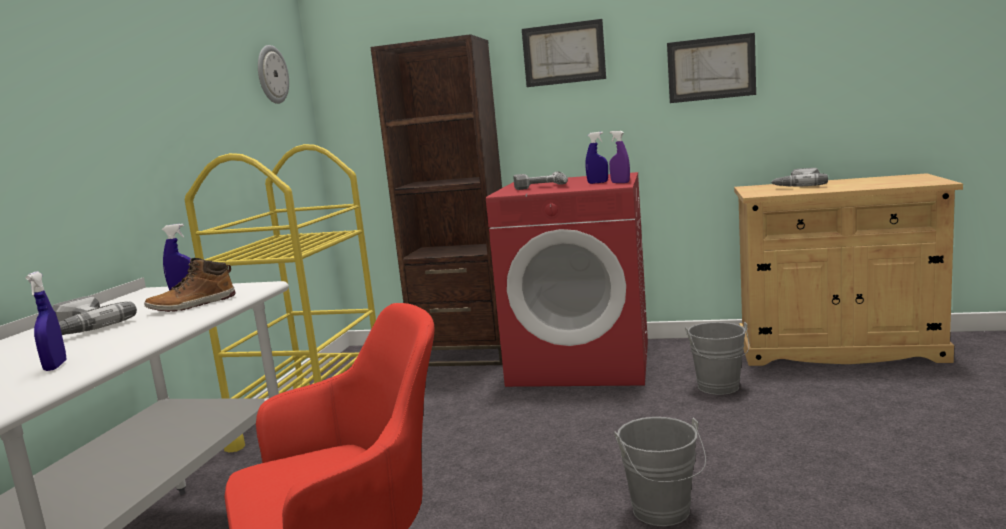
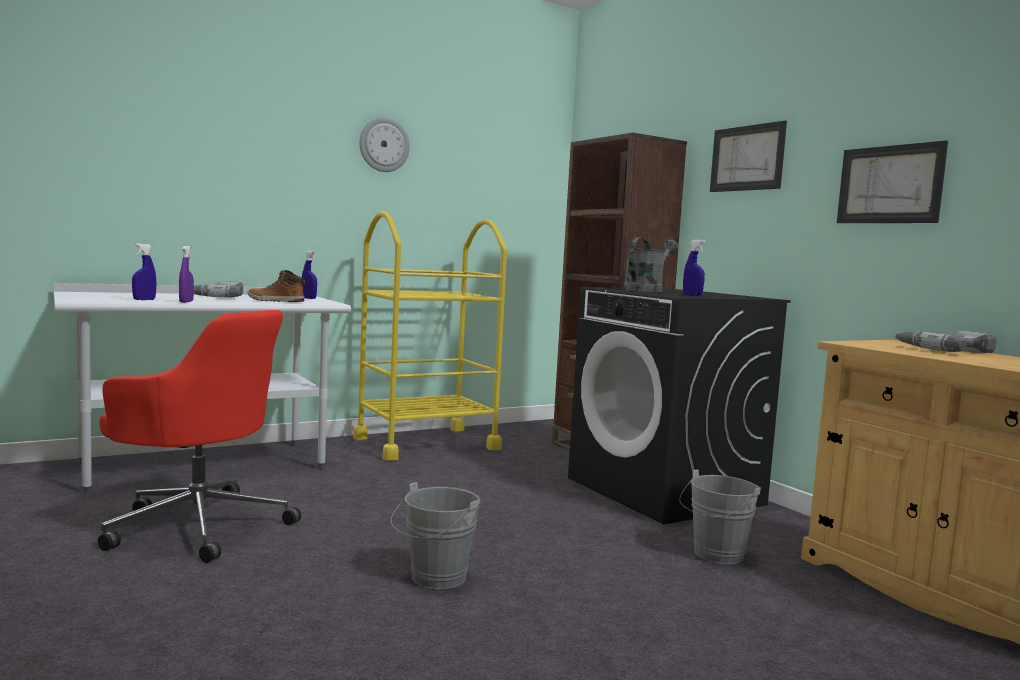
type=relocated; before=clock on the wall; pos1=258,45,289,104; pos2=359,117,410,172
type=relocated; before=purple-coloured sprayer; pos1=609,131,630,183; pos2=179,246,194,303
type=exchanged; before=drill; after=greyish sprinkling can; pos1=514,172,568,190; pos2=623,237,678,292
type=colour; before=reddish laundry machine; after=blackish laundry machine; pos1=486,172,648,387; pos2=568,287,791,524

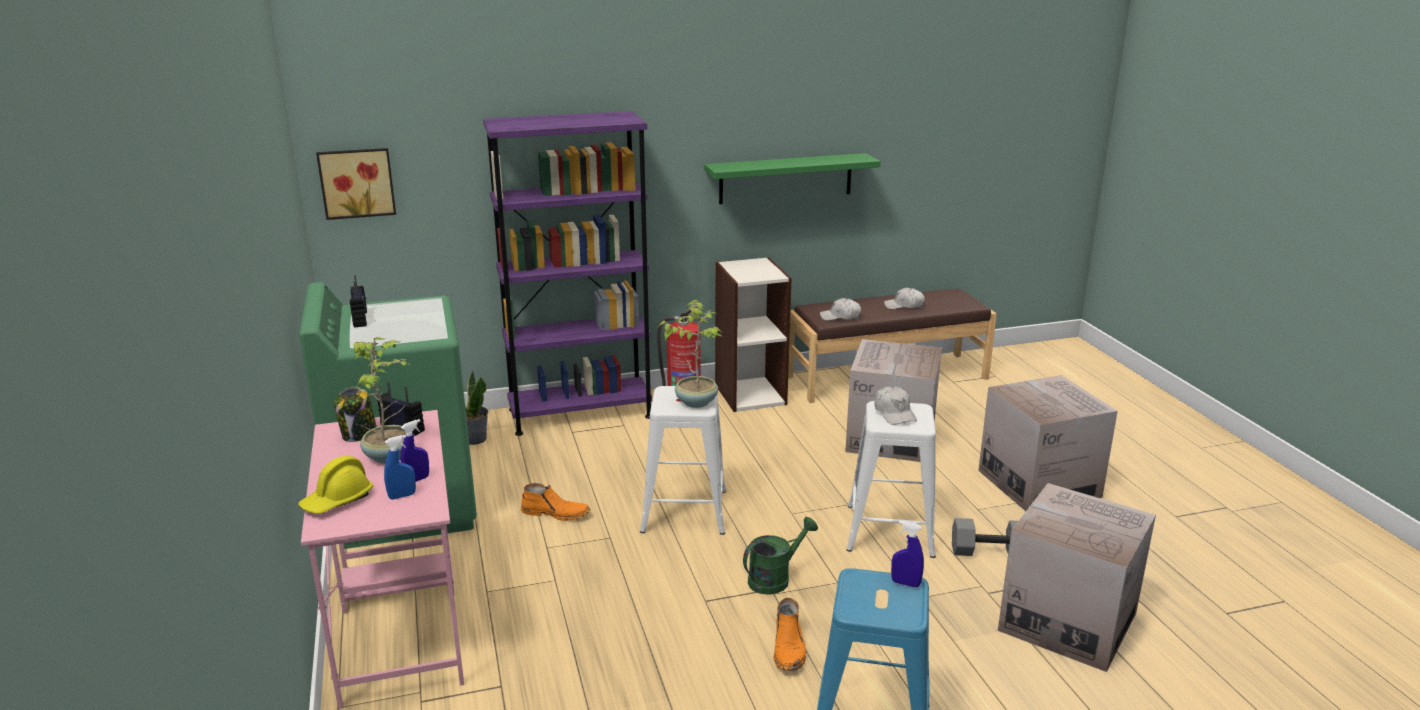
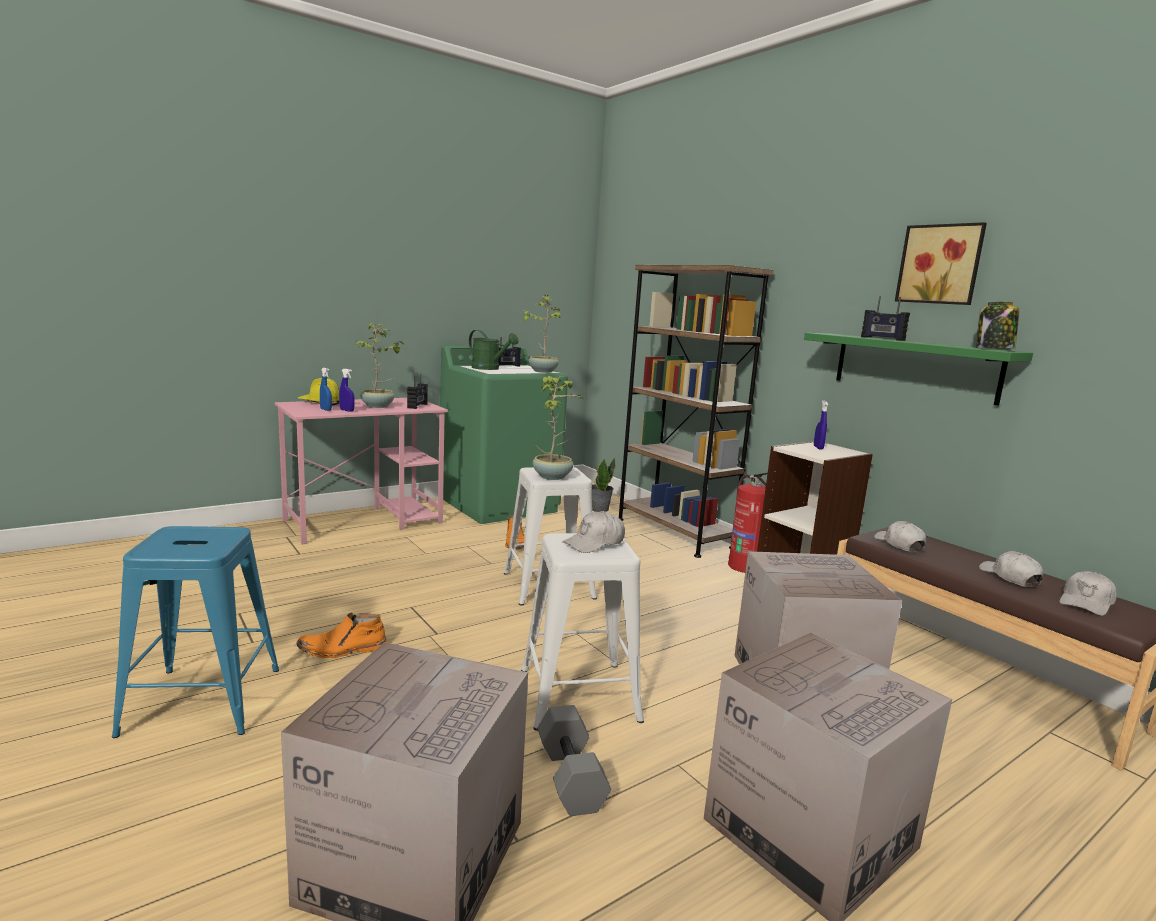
type=appeared; after=plant in a pot; pos2=524,295,561,373
type=appeared; after=radio receiver; pos2=861,296,910,341
type=appeared; after=white baseball cap; pos2=1059,571,1117,616
type=relocated; before=wall picture; pos1=316,148,396,220; pos2=895,222,987,305
type=relocated; before=storage jar; pos1=334,386,377,442; pos2=976,302,1019,349
type=relocated; before=green-coloured sprinkling can; pos1=743,517,818,595; pos2=469,330,518,370
type=relocated; before=blue sprayer; pos1=891,521,924,587; pos2=814,400,828,450
type=colour; before=purple-coloured bookshelf; after=brown bookshelf; pos1=483,111,652,436; pos2=618,265,773,558

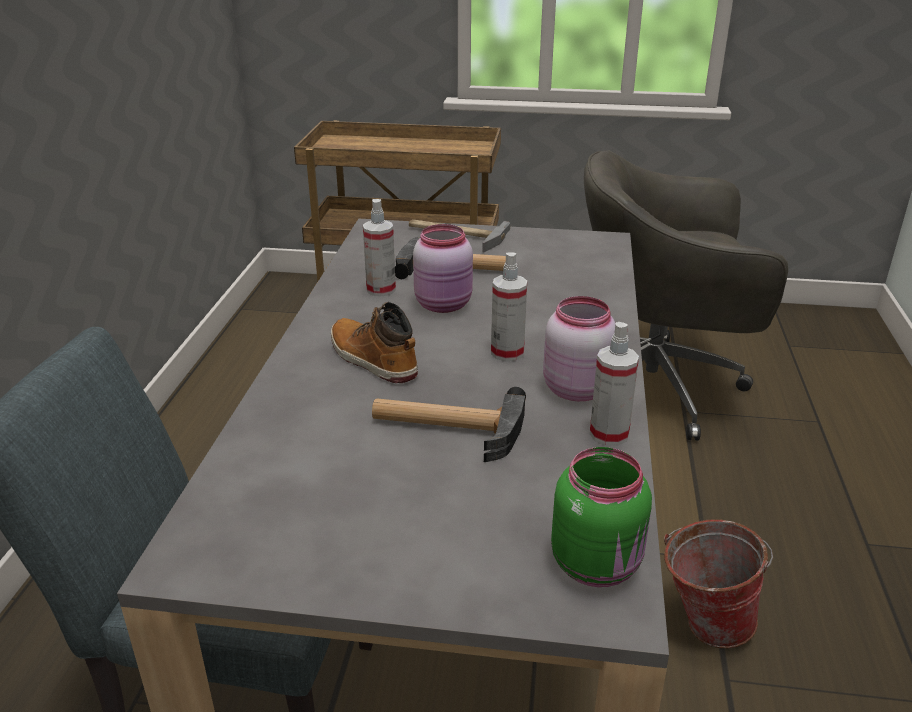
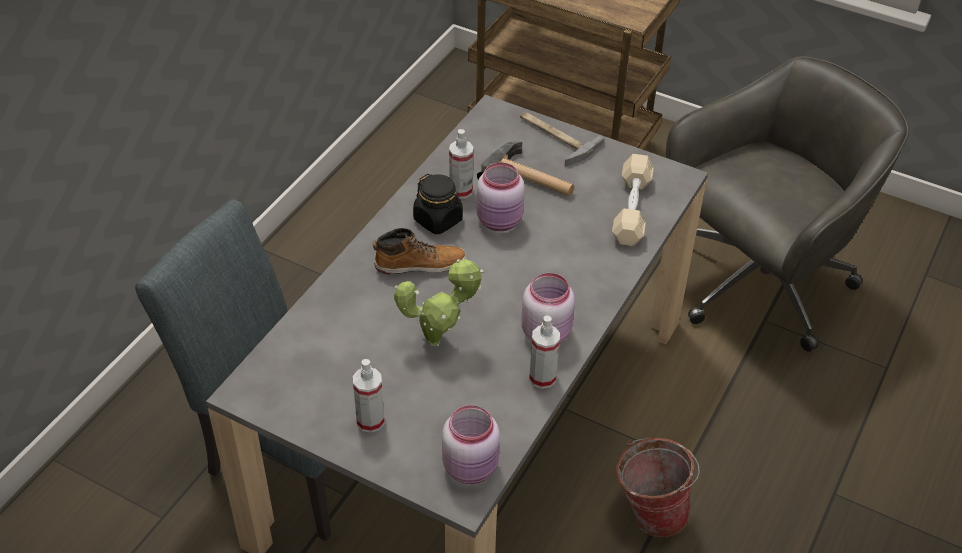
type=appeared; after=blackish storage jar; pos2=413,174,463,234
type=appeared; after=beige-coloured free weight; pos2=612,154,654,246
type=relocated; before=sprayer; pos1=491,252,527,361; pos2=353,359,385,433
type=exchanged; before=hammer; after=plant in a pot; pos1=372,387,526,462; pos2=394,259,484,346
type=colour; before=green-coloured storage jar; after=pink storage jar; pos1=551,447,652,587; pos2=442,405,500,484
type=spun; before=tall boot; pos1=331,302,418,383; pos2=373,228,466,275; turn=105
type=spun; before=greyish desk chair; pos1=584,150,789,441; pos2=666,56,909,352; turn=120

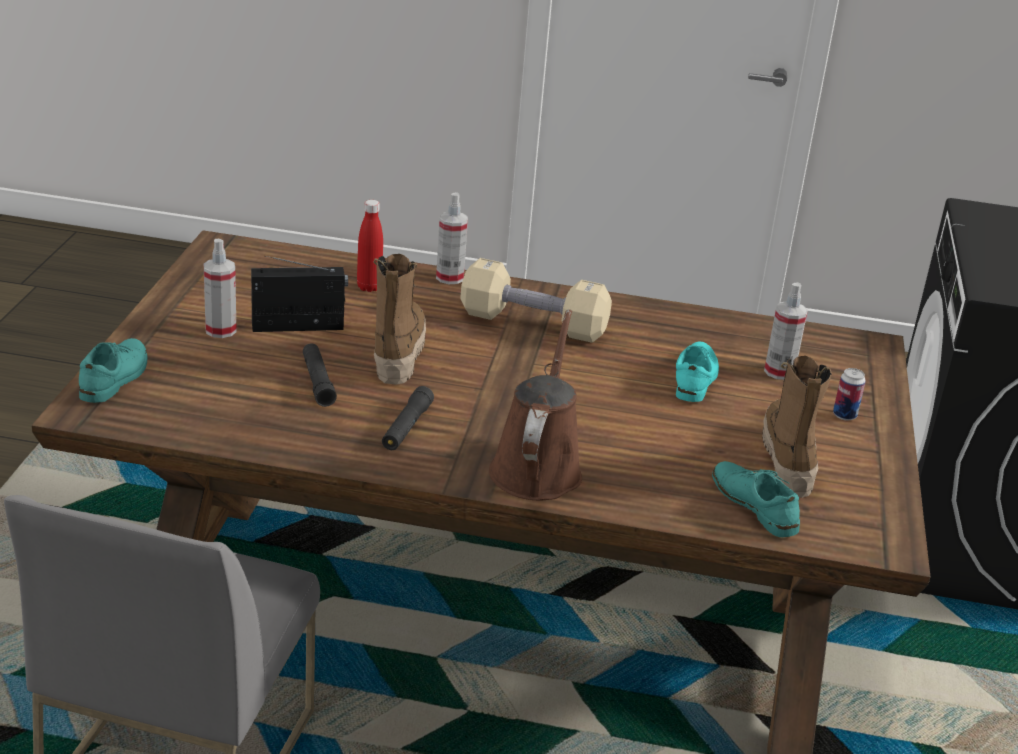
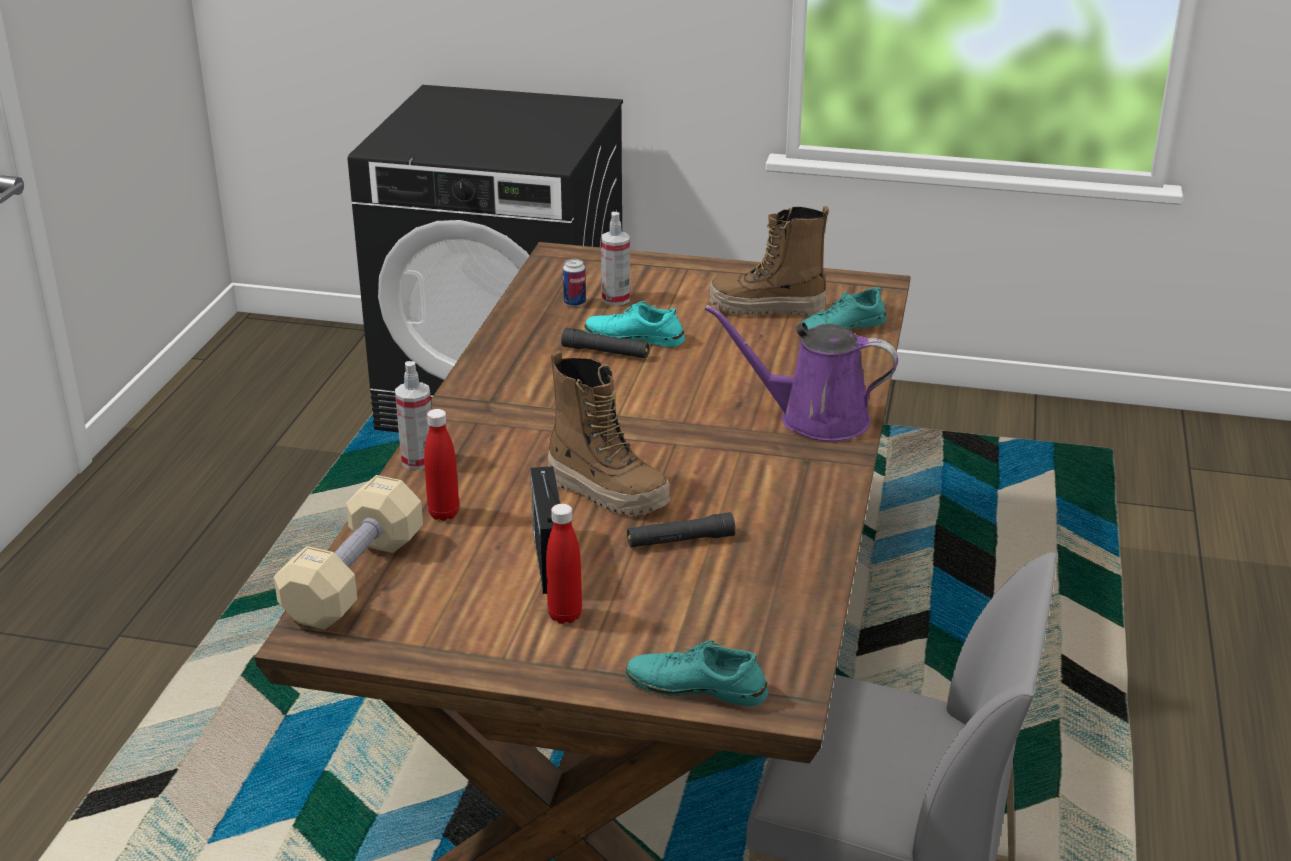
type=relocated; before=blackish hand torch; pos1=382,386,434,450; pos2=561,327,649,358
type=relocated; before=beige-coloured free weight; pos1=460,258,612,343; pos2=274,475,423,630
type=relocated; before=sealed can; pos1=833,368,866,421; pos2=563,259,586,307
type=exchanged; before=sprayer; after=reddish beverage bottle; pos1=204,239,237,338; pos2=546,504,582,624
type=colour; before=brown sprinkling can; after=purple-coloured sprinkling can; pos1=489,309,582,500; pos2=705,305,898,441
type=spun; before=tall boot; pos1=373,254,426,385; pos2=548,350,670,516; turn=-150

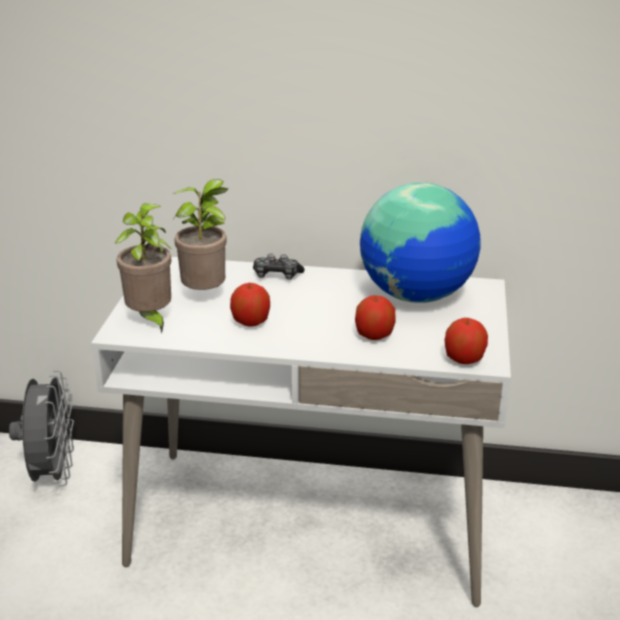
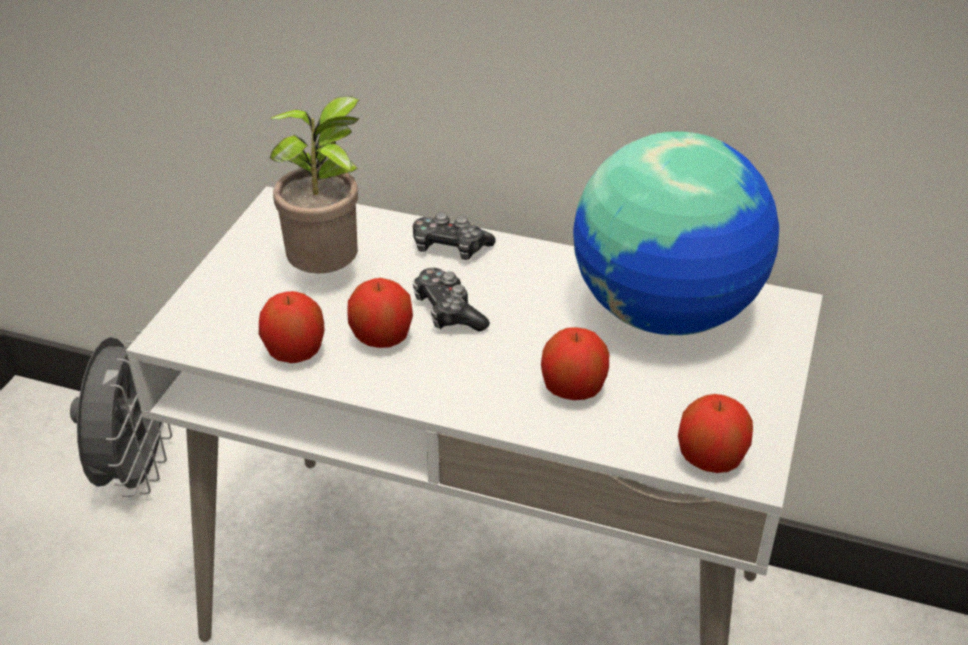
type=missing; before=plant in a pot; pos1=114,203,173,334
type=appeared; after=apple fruit; pos2=259,291,324,363
type=appeared; after=joypad; pos2=412,268,490,332

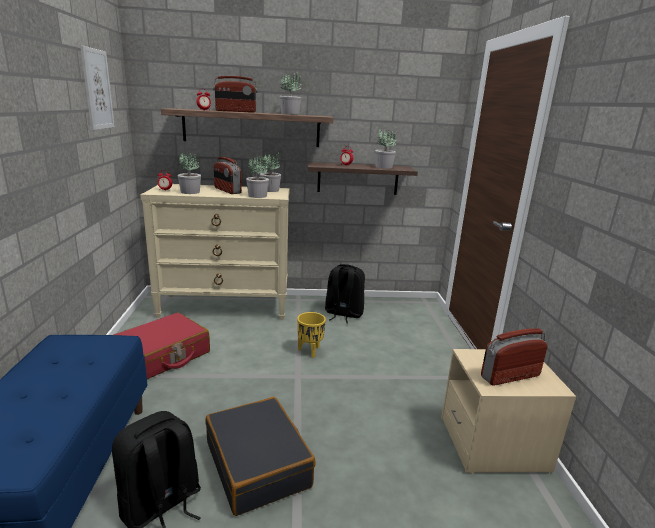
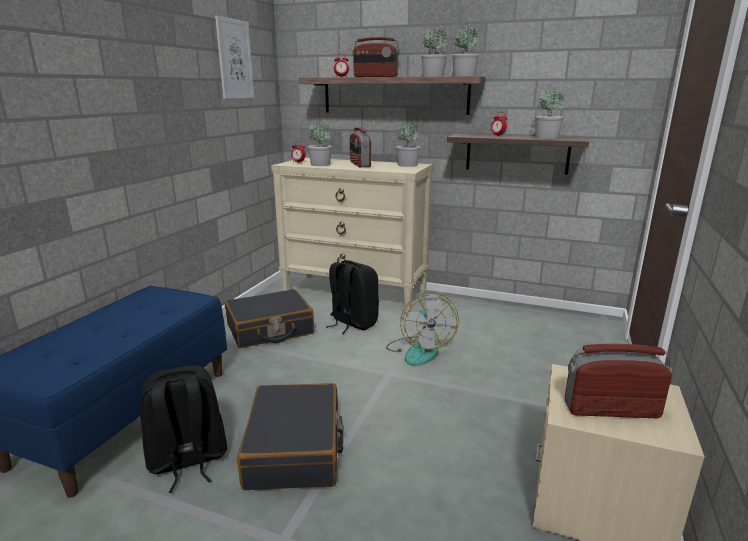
type=relocated; before=plant in a pot; pos1=246,156,269,198; pos2=452,23,479,76
type=relocated; before=blackish backpack; pos1=325,264,365,324; pos2=326,260,379,334
type=exchanged; before=yellow plant pot; after=cooling fan; pos1=297,312,326,358; pos2=386,293,459,366
type=colour; before=reddish piece of luggage; after=blackish piece of luggage; pos1=114,313,210,379; pos2=225,289,314,348

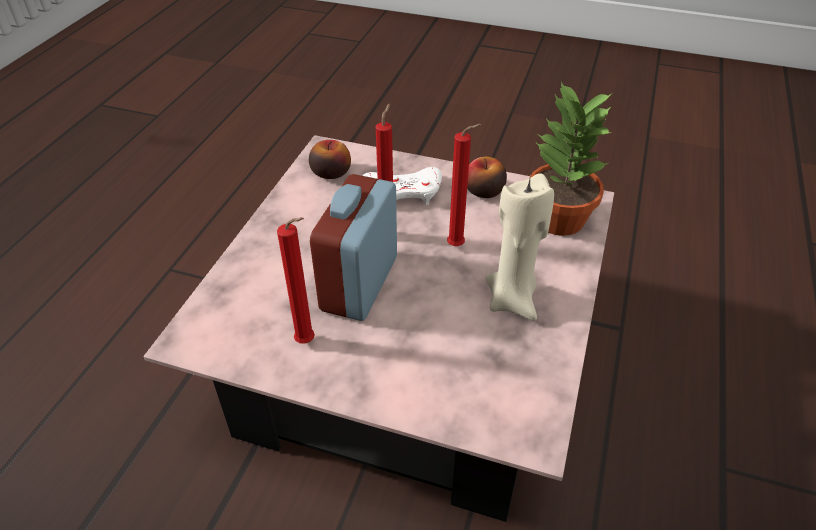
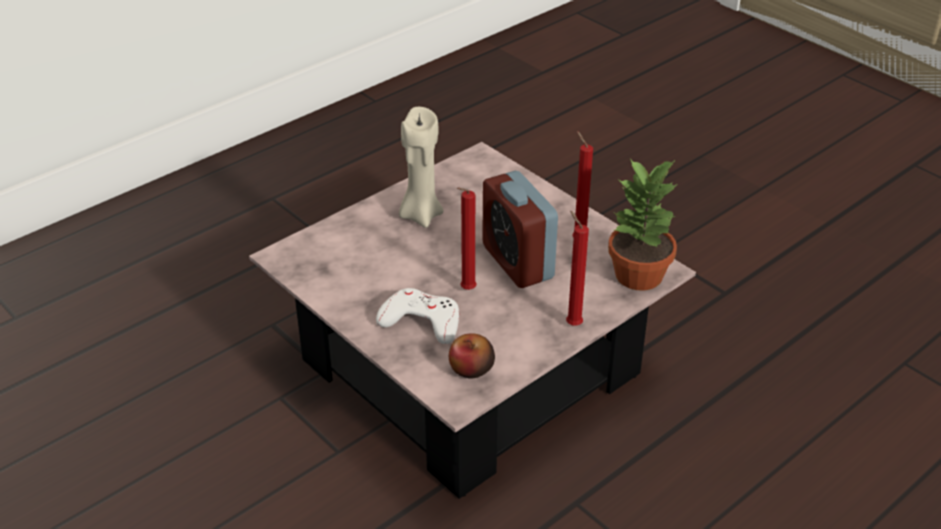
type=missing; before=apple fruit; pos1=467,156,507,198
type=relocated; before=reddish wax candle; pos1=447,124,481,246; pos2=566,211,589,326
type=relocated; before=plant in a pot; pos1=529,82,612,236; pos2=608,159,678,291
type=spun; before=alarm clock; pos1=310,174,397,321; pos2=482,171,558,288; turn=105

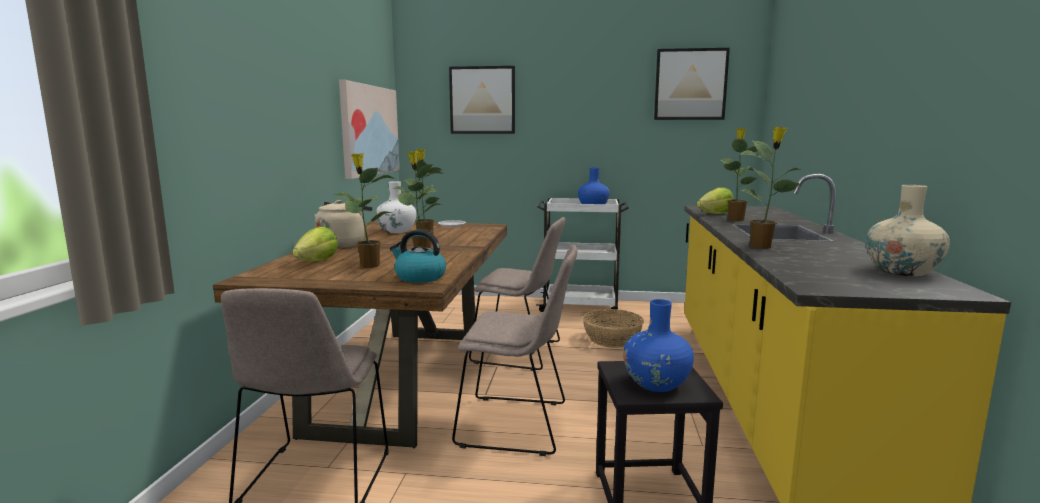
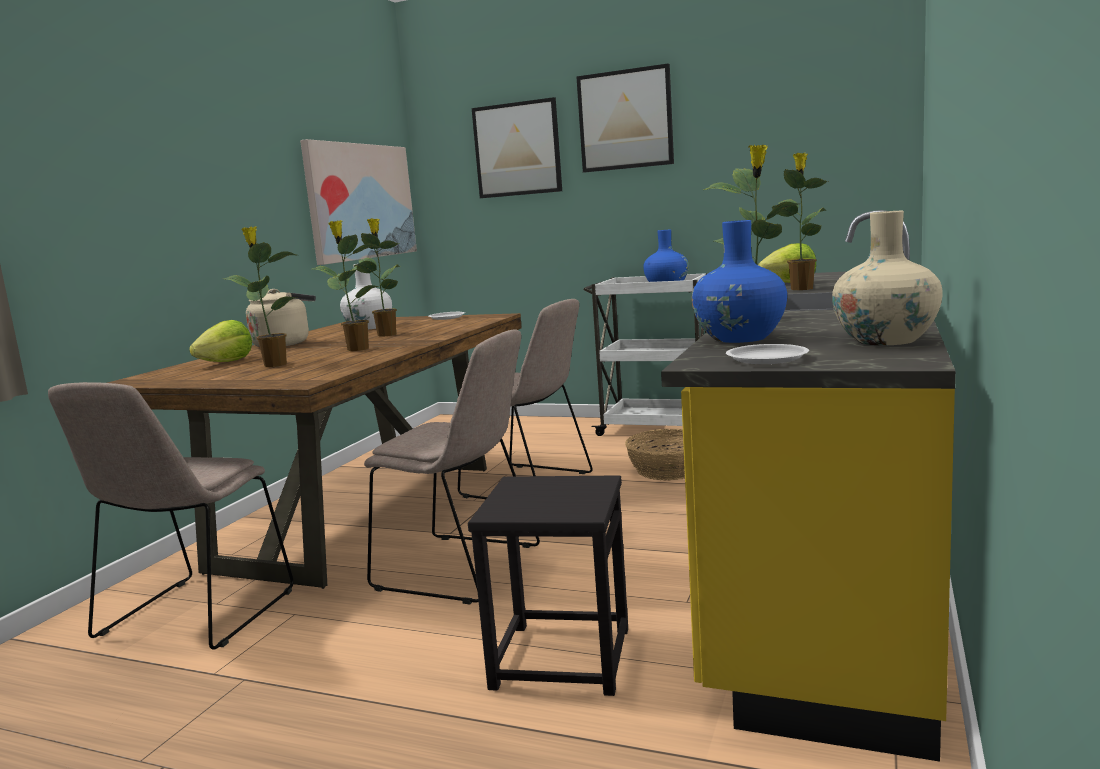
type=missing; before=kettle; pos1=390,230,446,283
type=appeared; after=white plate; pos2=726,344,809,364
type=relocated; before=blue flower vase; pos1=623,299,694,392; pos2=692,220,787,343
type=relocated; before=wall picture; pos1=654,48,730,120; pos2=576,63,674,173

